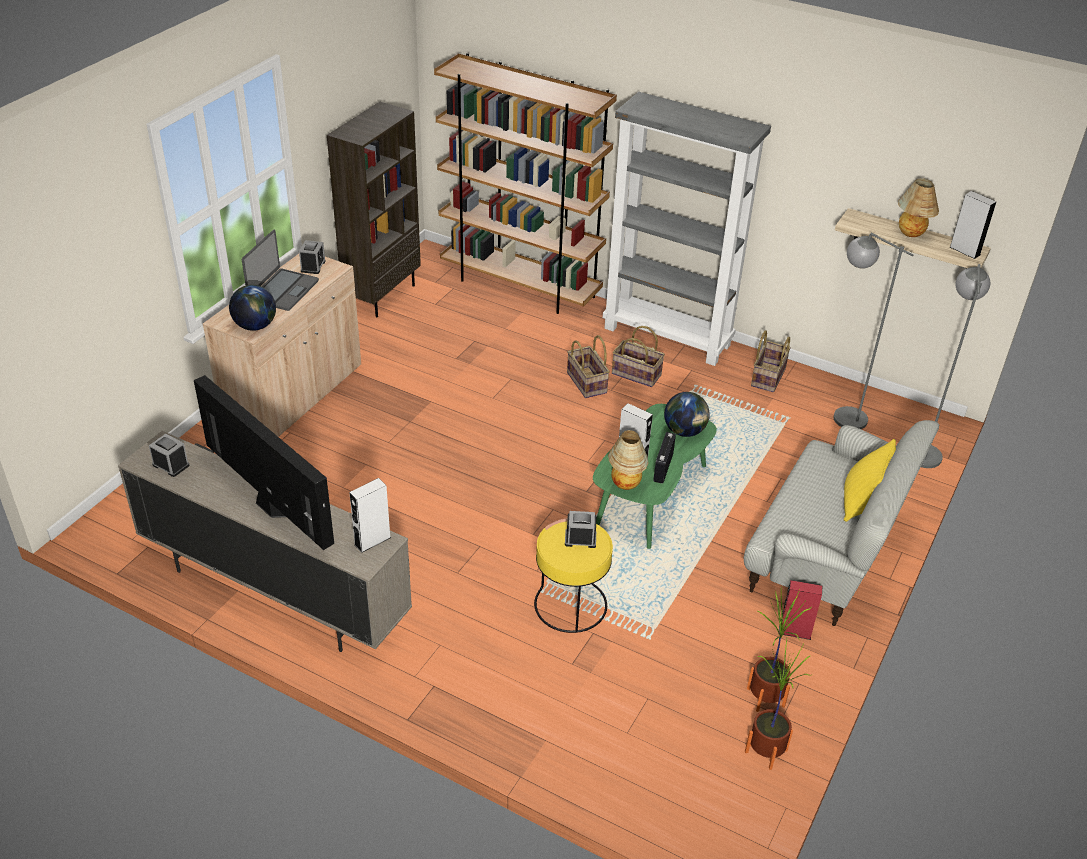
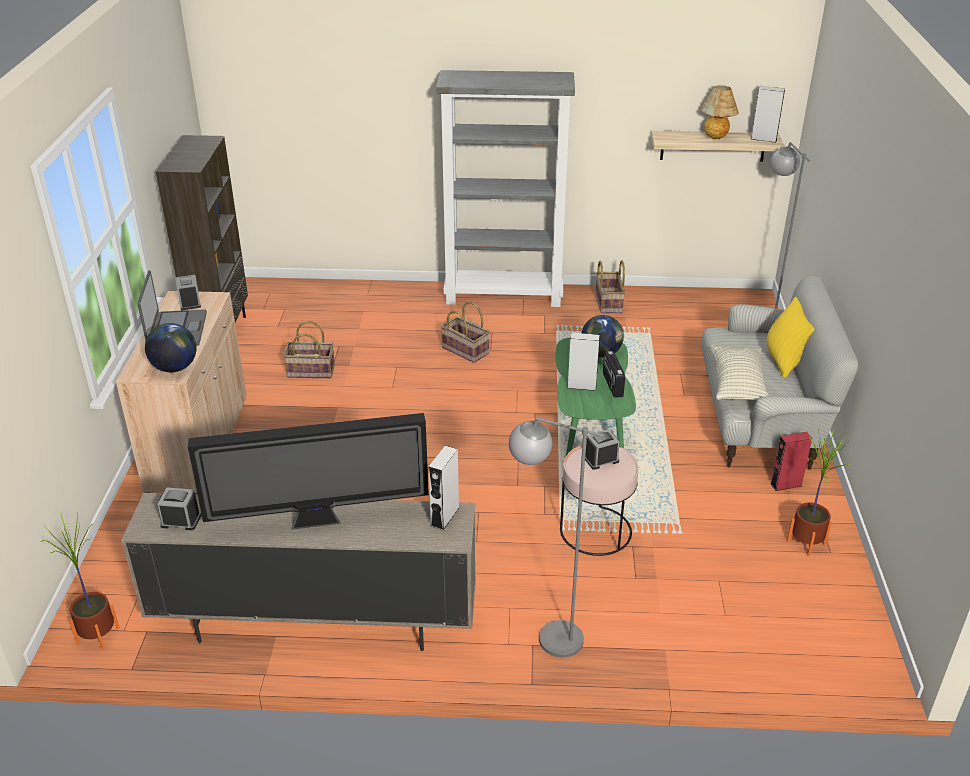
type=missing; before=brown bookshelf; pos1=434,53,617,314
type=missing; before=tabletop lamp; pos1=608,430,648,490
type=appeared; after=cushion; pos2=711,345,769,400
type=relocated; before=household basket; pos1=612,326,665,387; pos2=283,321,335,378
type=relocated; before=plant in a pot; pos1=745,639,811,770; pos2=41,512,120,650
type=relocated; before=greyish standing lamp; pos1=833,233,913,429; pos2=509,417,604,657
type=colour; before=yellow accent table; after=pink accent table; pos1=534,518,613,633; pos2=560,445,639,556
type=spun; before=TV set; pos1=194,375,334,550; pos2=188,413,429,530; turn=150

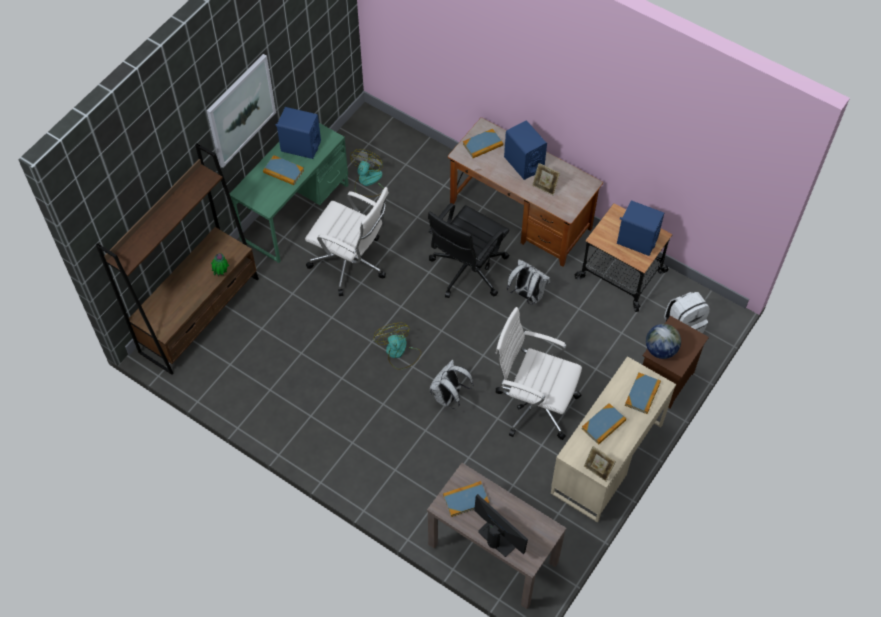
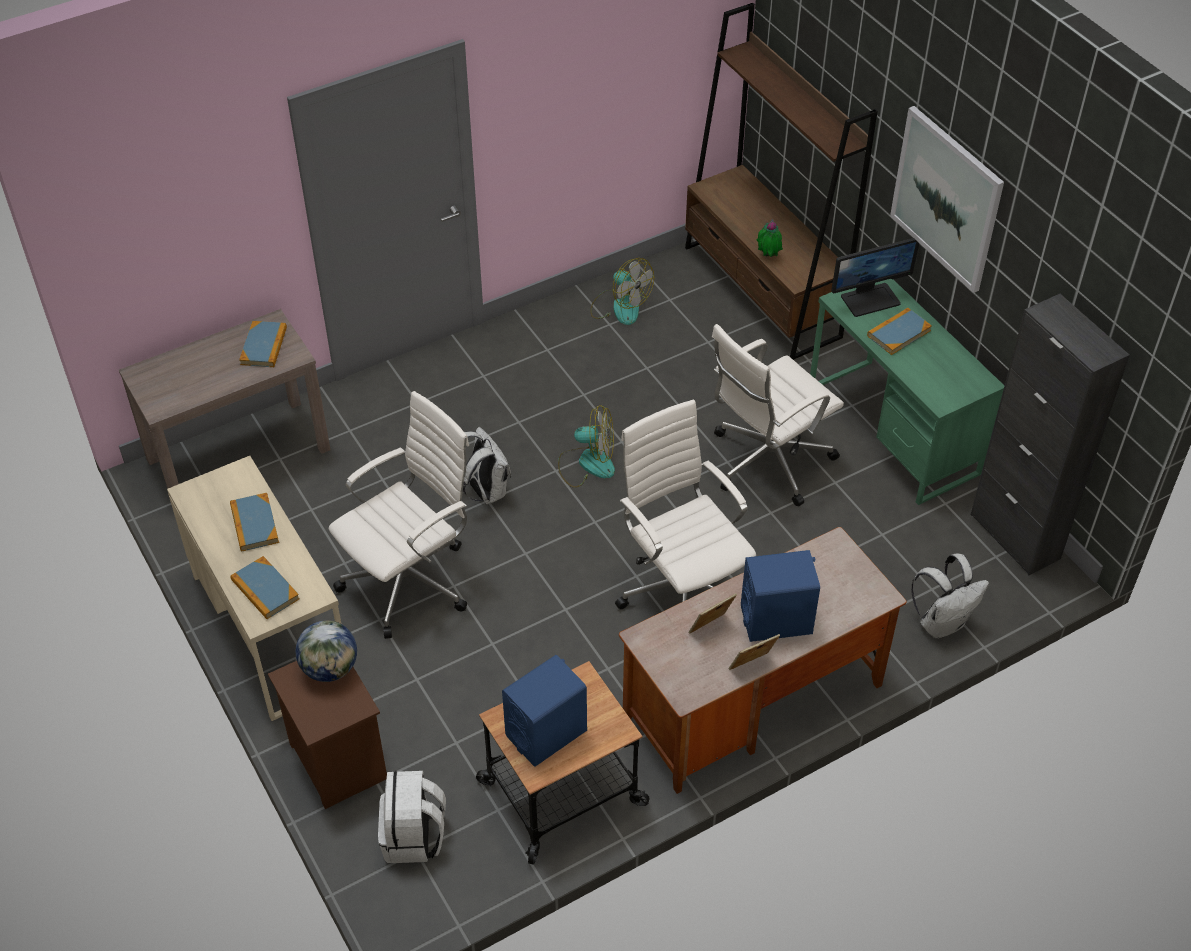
type=missing; before=blue loudspeaker; pos1=276,107,321,159
type=missing; before=book; pos1=463,129,503,158
type=appeared; after=blackish cupboard; pos2=971,294,1130,575
type=relocated; before=cooling fan; pos1=350,149,384,197; pos2=591,258,654,325
type=relocated; before=computer screen; pos1=474,494,528,557; pos2=831,238,919,317
type=relocated; before=white backpack; pos1=507,259,550,305; pos2=911,554,989,638
type=relocated; before=picture frame; pos1=584,446,616,481; pos2=729,634,780,670
type=colour; before=blackish desk chair; after=white desk chair; pos1=428,203,509,298; pos2=615,400,756,610

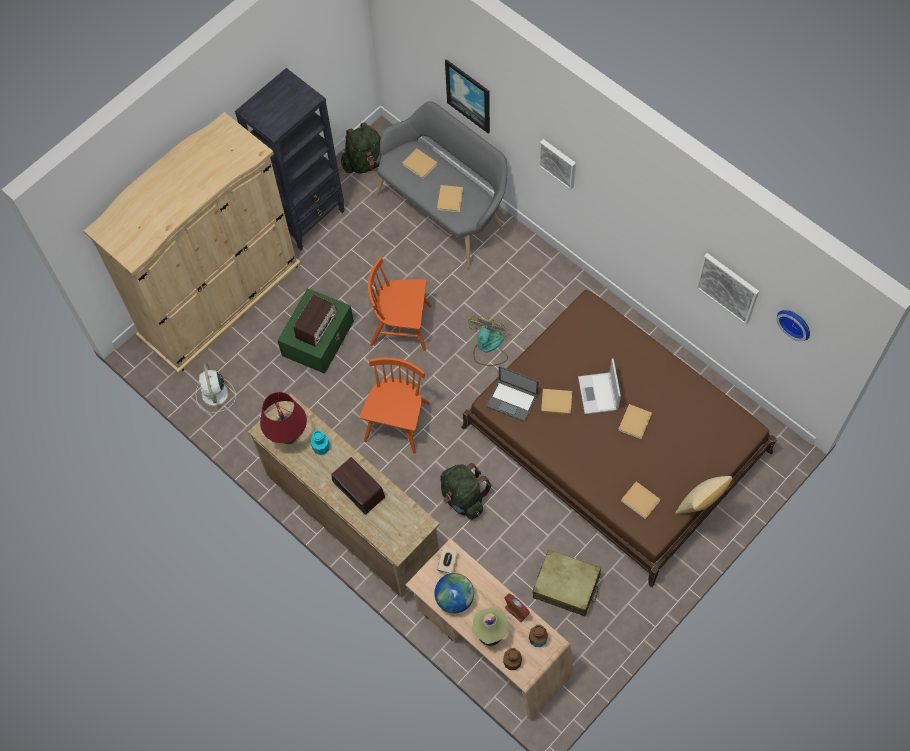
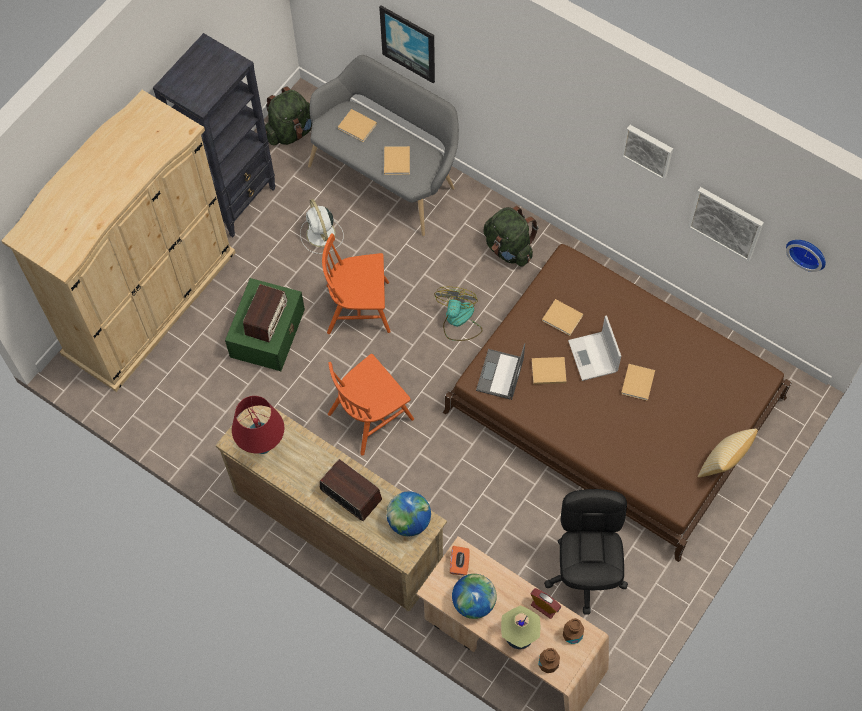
type=missing; before=blue-green beverage bottle; pos1=311,430,330,455
type=appeared; after=desk globe; pos2=386,491,431,536
type=relocated; before=white cooling fan; pos1=196,363,236,413; pos2=300,199,344,254
type=relocated; before=green-coloured backpack; pos1=441,463,492,520; pos2=483,206,539,267
type=relocated; before=wall picture; pos1=539,139,576,190; pos2=622,125,673,180
type=relocated; before=beige-coloured book; pos1=621,482,661,519; pos2=542,299,583,336
type=exchanged; before=beige-coloured piece of luggage; after=blackish desk chair; pos1=532,550,601,616; pos2=544,489,628,615
type=colour; before=beige-coloured tissue box; after=orange tissue box; pos1=437,546,458,574; pos2=450,546,470,575
type=spun; before=orange plain chair; pos1=359,357,430,454; pos2=328,354,414,455; turn=-135
type=spun; before=laptop; pos1=486,366,539,422; pos2=476,343,525,400; turn=90

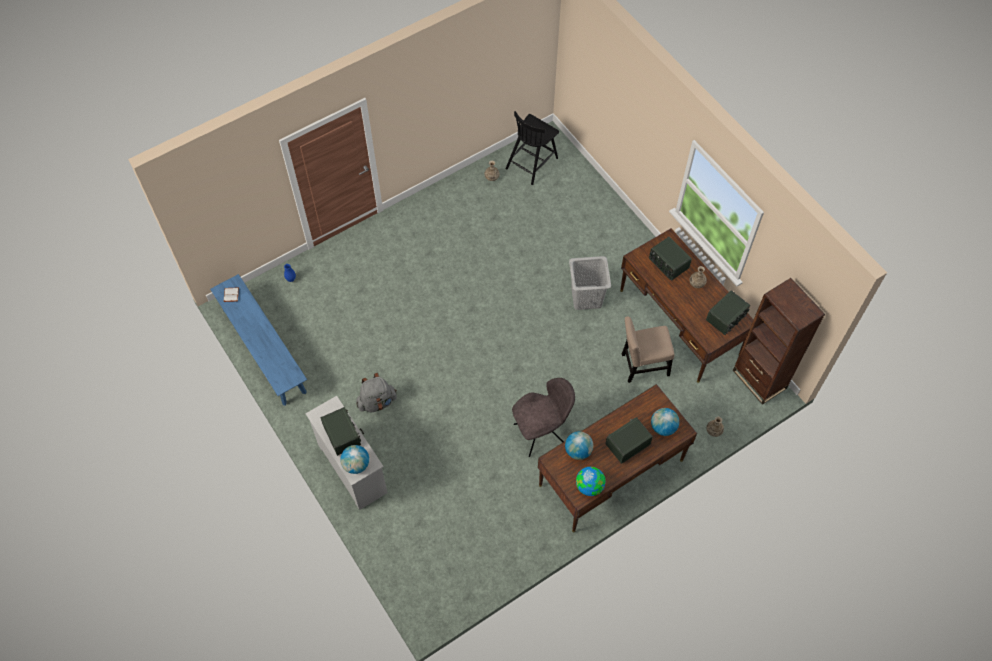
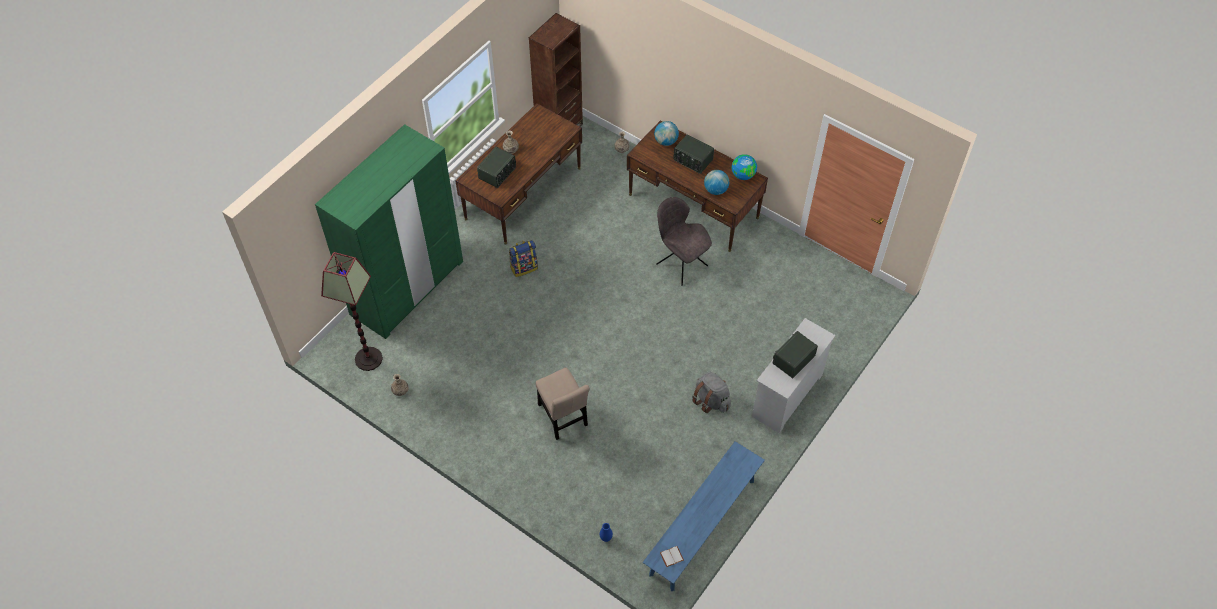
type=missing; before=desk globe; pos1=340,445,369,474
type=missing; before=radio receiver; pos1=706,290,750,335
type=appeared; after=green-coloured armoire; pos2=315,124,463,339
type=relocated; before=beige-coloured plain chair; pos1=622,316,674,383; pos2=536,368,590,440
type=exchanged; before=blackish plain chair; after=standing lamp; pos1=506,111,559,185; pos2=321,252,383,371
type=exchanged; before=greyish laundry basket; after=backpack; pos1=569,256,611,310; pos2=509,240,538,277

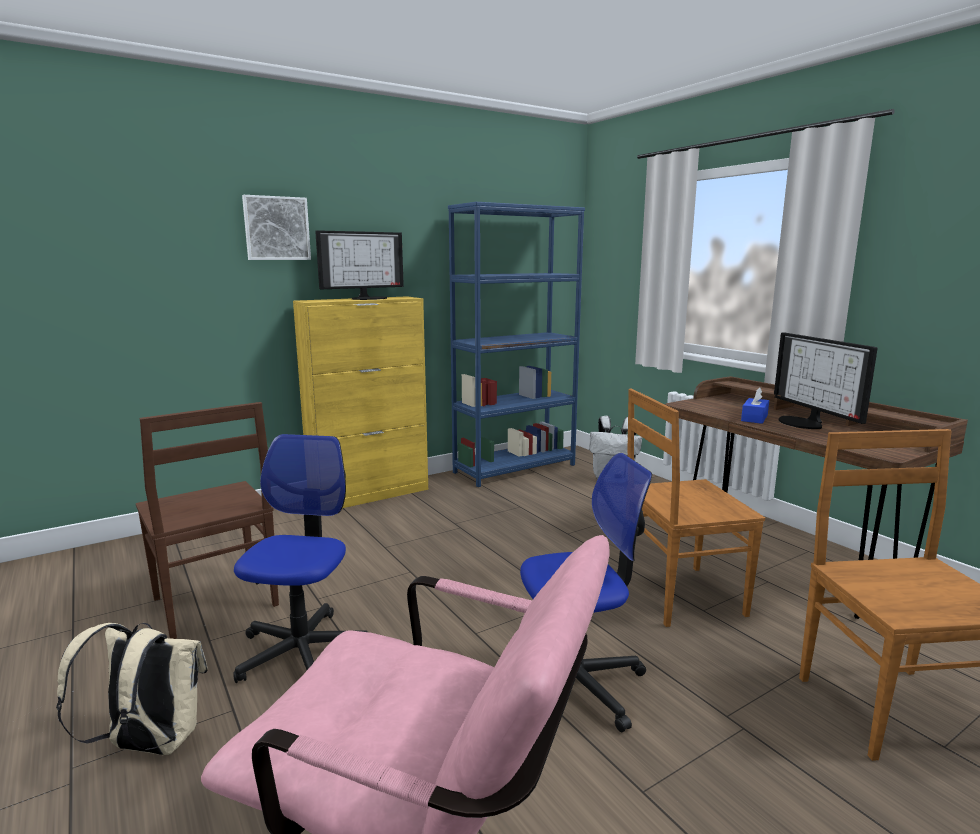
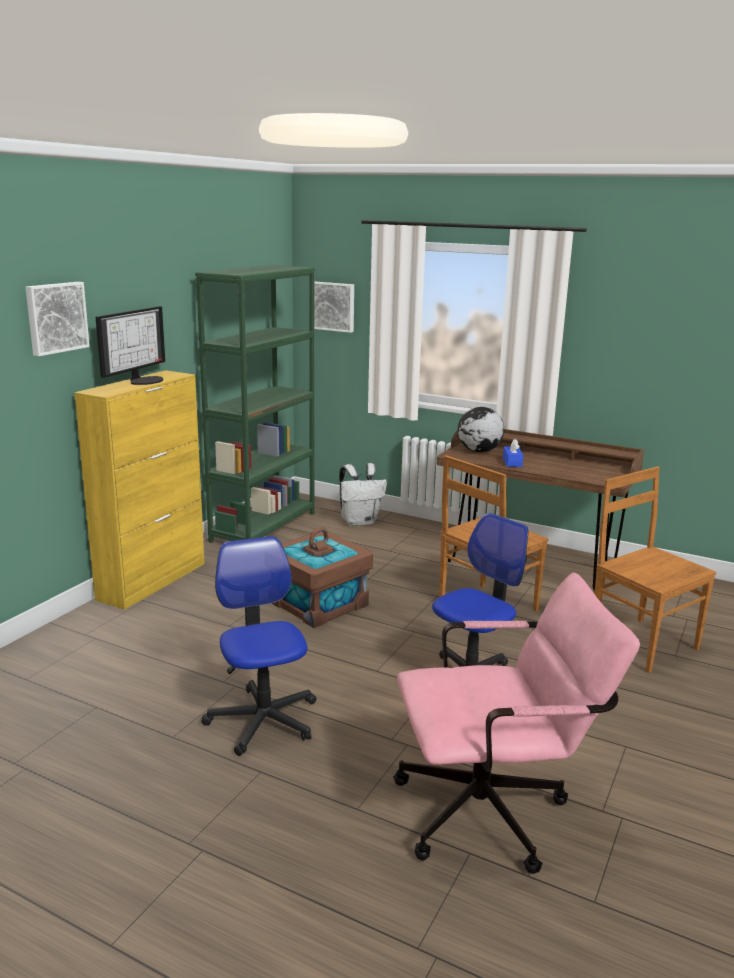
type=missing; before=beige-coloured backpack; pos1=56,623,208,755
type=missing; before=brown plain chair; pos1=136,402,279,639
type=missing; before=computer screen; pos1=774,332,878,429
type=appeared; after=brown storage bin; pos2=272,527,373,628
type=appeared; after=wall picture; pos2=314,281,354,333
type=appeared; after=desk globe; pos2=458,407,504,452
type=colour; before=blue bookshelf; after=green-coloured bookshelf; pos1=448,202,585,487; pos2=195,265,315,543

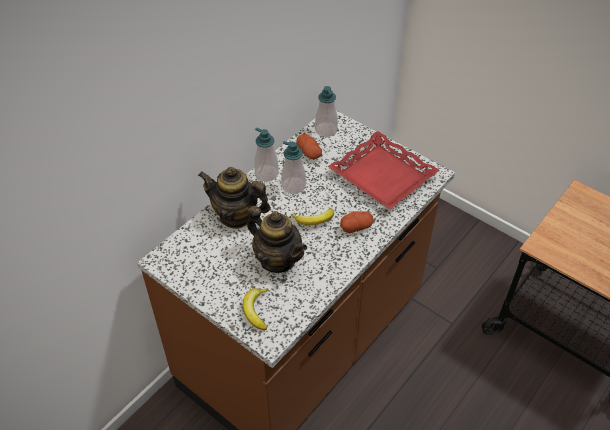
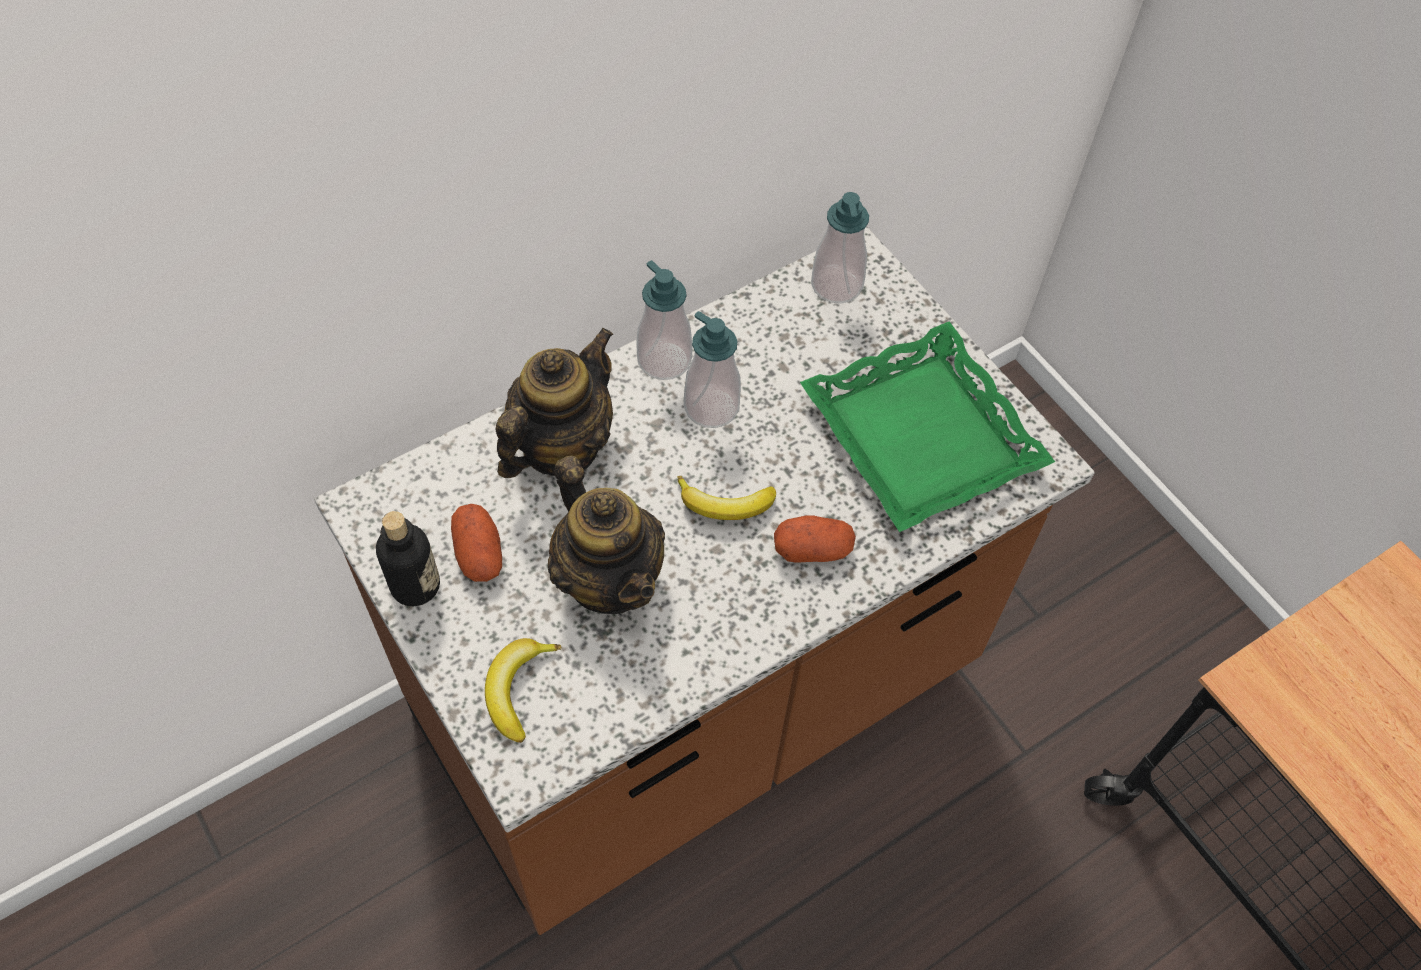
type=appeared; after=beverage bottle; pos2=376,511,440,606
type=relocated; before=spud; pos1=296,134,322,159; pos2=451,504,502,582
type=colour; before=reddish carrying tray; after=green-coloured carrying tray; pos1=328,131,439,210; pos2=800,321,1055,532
type=spun; before=tea pot; pos1=198,167,271,229; pos2=495,328,614,478; turn=90

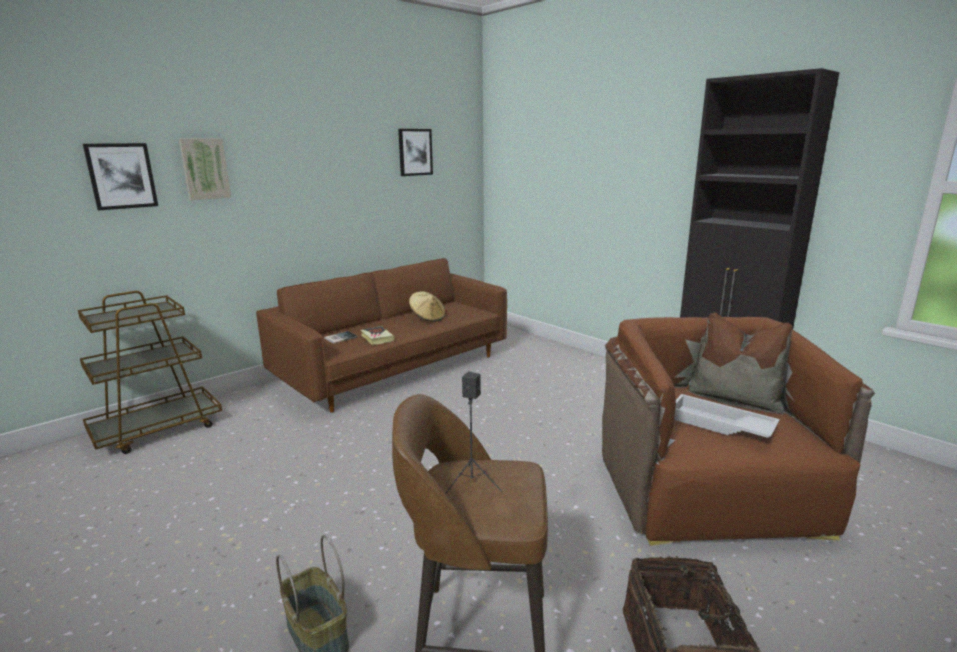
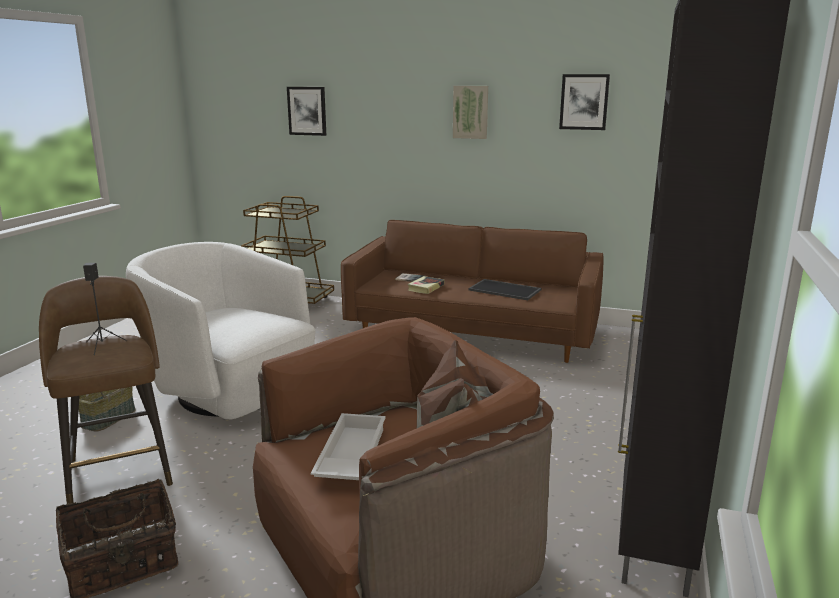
type=appeared; after=white lounge chair; pos2=126,242,315,419
type=relocated; before=wall picture; pos1=179,138,231,200; pos2=453,86,488,139
type=exchanged; before=beige-coloured clothing hat; after=carrying tray; pos1=409,291,445,322; pos2=468,279,541,300

